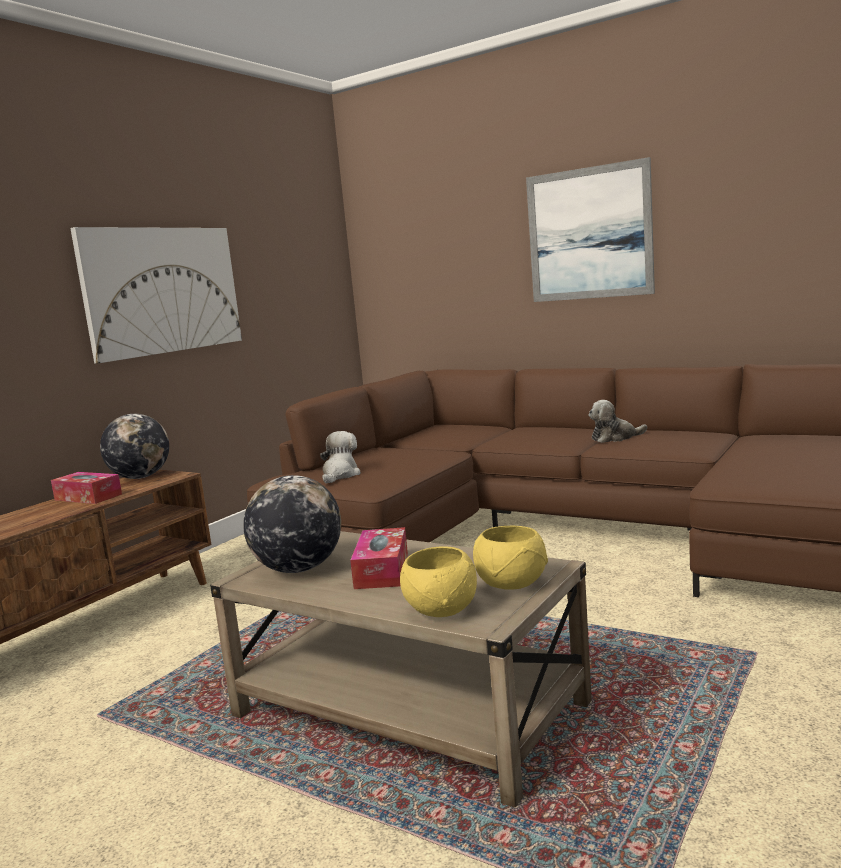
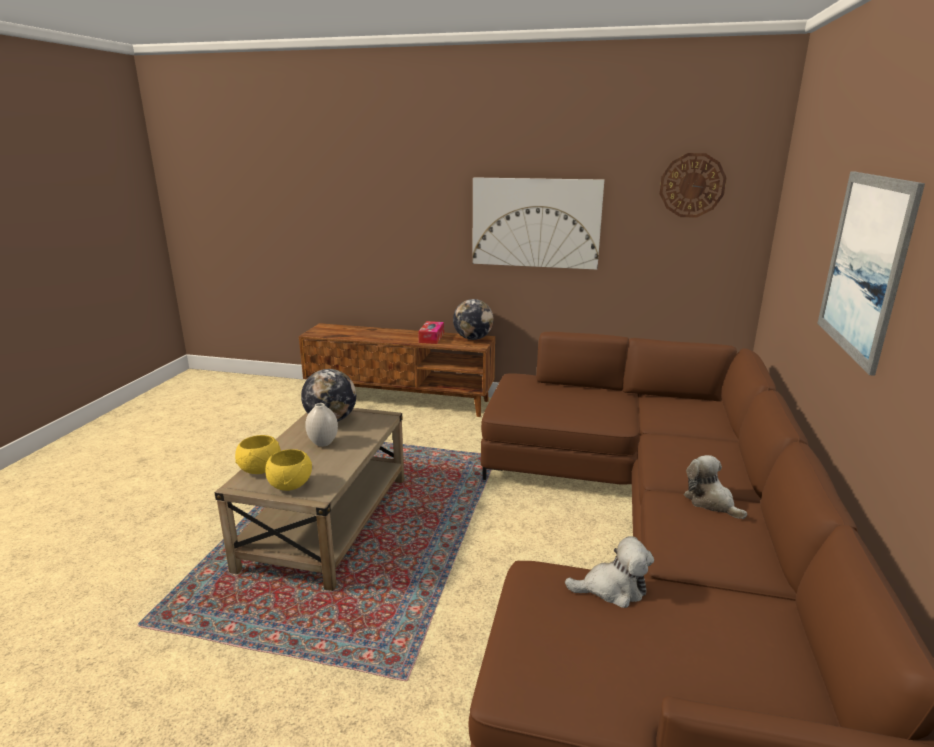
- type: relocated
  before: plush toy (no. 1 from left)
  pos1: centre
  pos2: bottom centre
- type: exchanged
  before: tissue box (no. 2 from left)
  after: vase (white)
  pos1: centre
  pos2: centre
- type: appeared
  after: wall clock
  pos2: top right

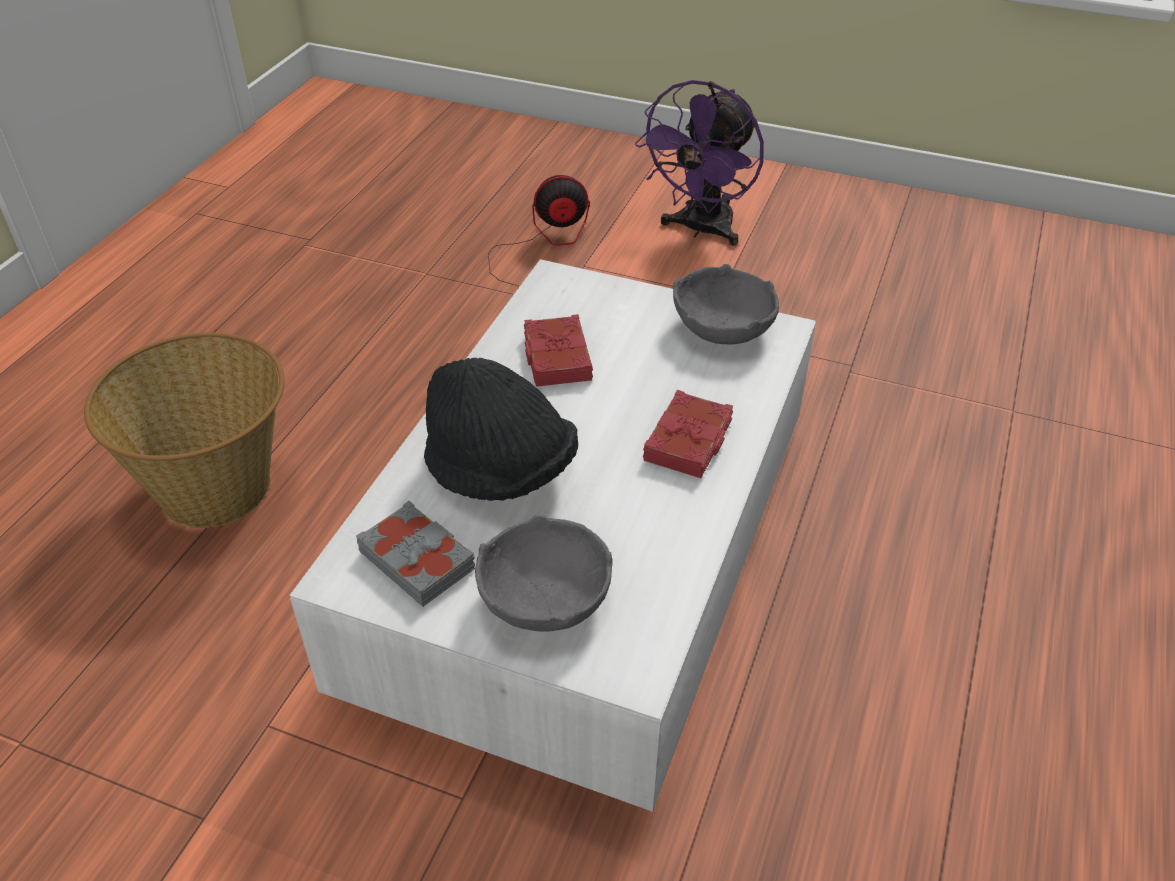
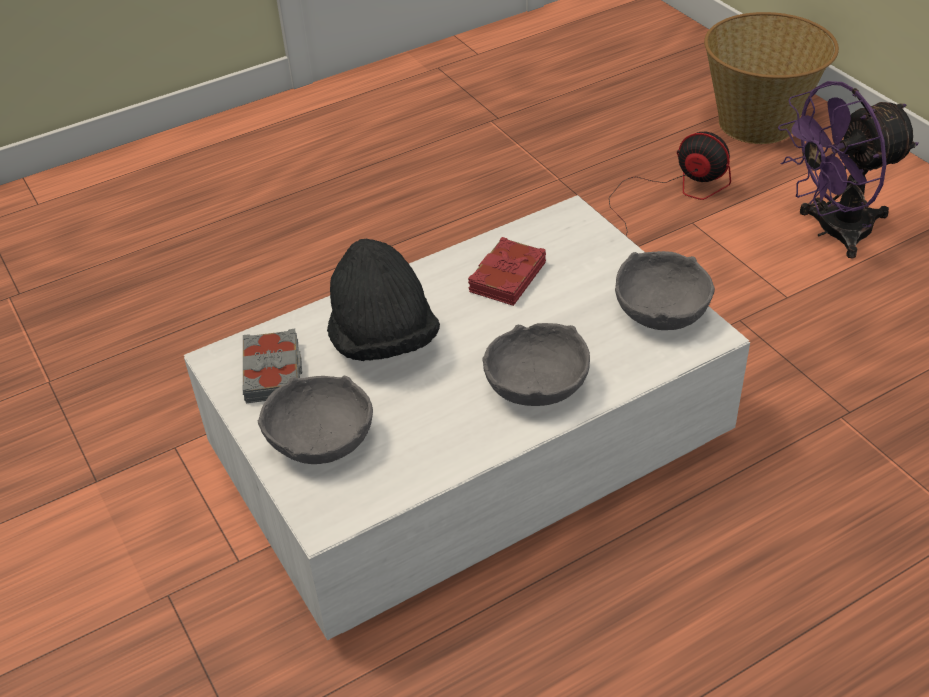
- type: relocated
  before: basket
  pos1: middle left
  pos2: top right
- type: exchanged
  before: book (red) (no. 2 from left)
  after: bowl (grey) (no. 2 from left)
  pos1: centre
  pos2: centre

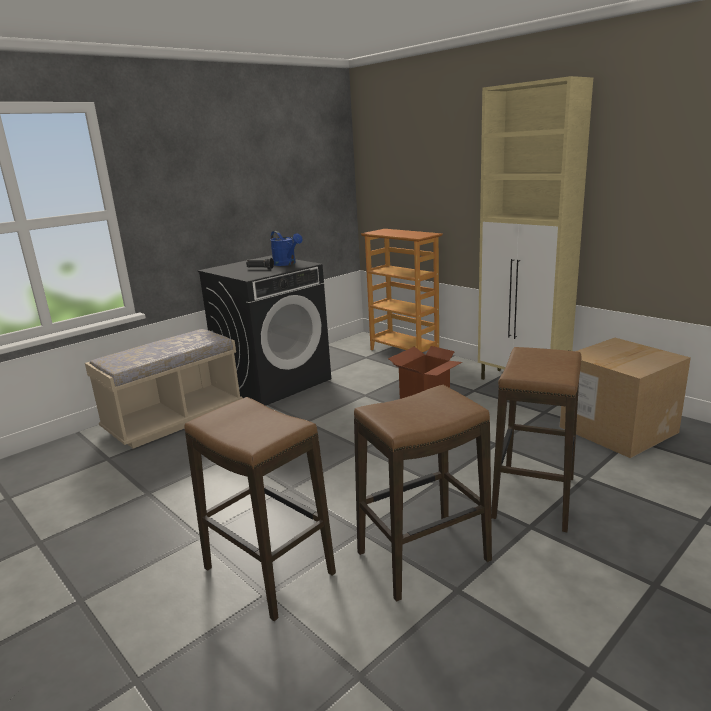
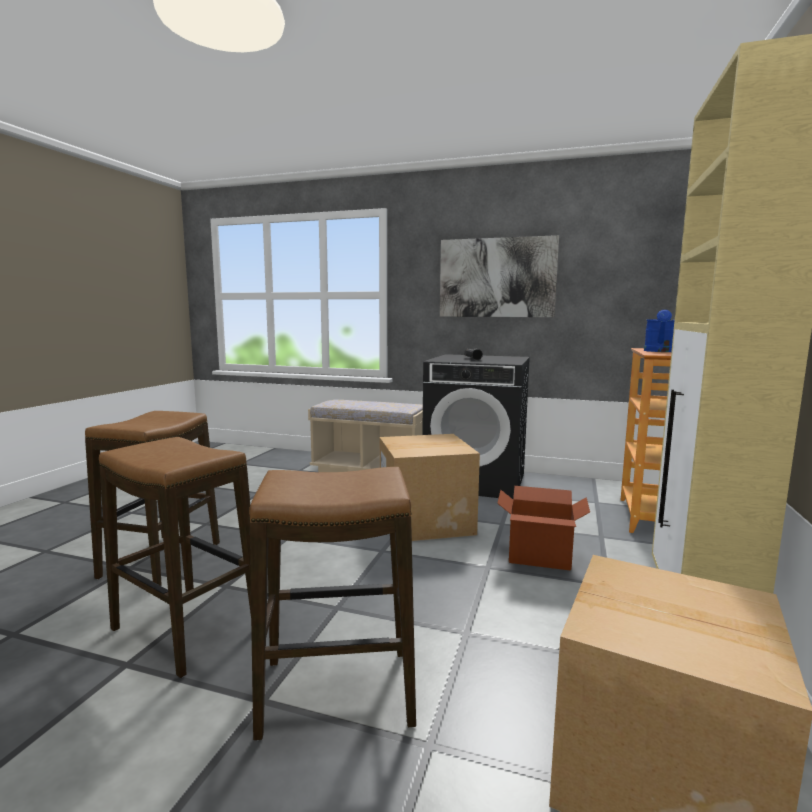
- type: relocated
  before: watering can (blue)
  pos1: centre
  pos2: middle right
- type: appeared
  after: picture
  pos2: centre
- type: appeared
  after: cardboard box (no. 1 from left)
  pos2: centre

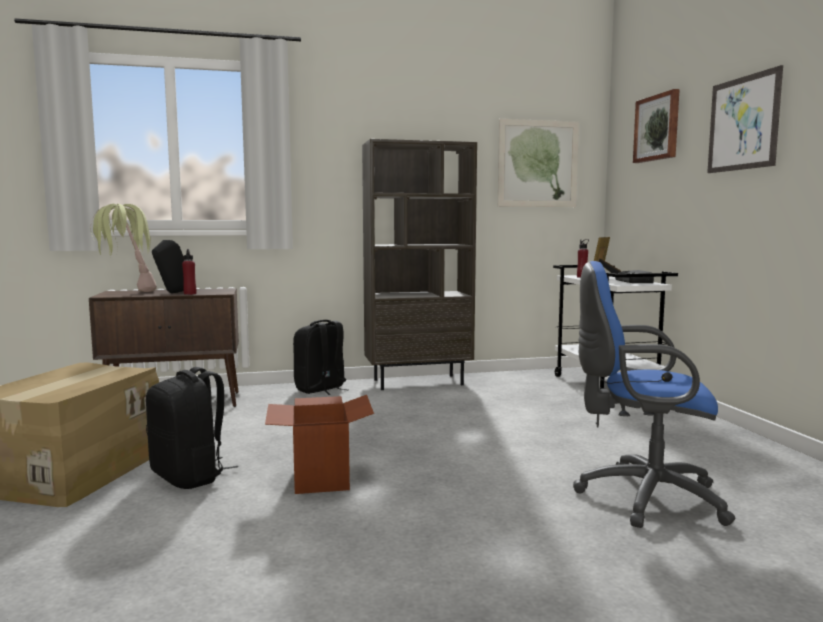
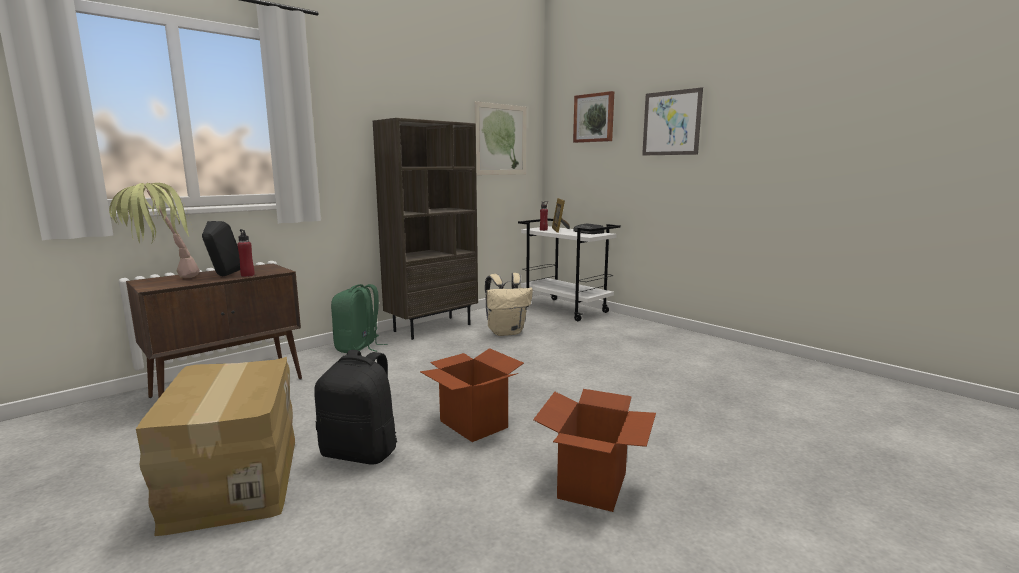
- type: missing
  before: office chair (blue)
  pos1: middle right
- type: colour
  before: backpack (black) (no. 2 from left)
  after: backpack (green)
  pos1: centre
  pos2: centre
- type: appeared
  after: backpack (beige)
  pos2: centre
- type: appeared
  after: cardboard box (no. 3 from left)
  pos2: bottom centre

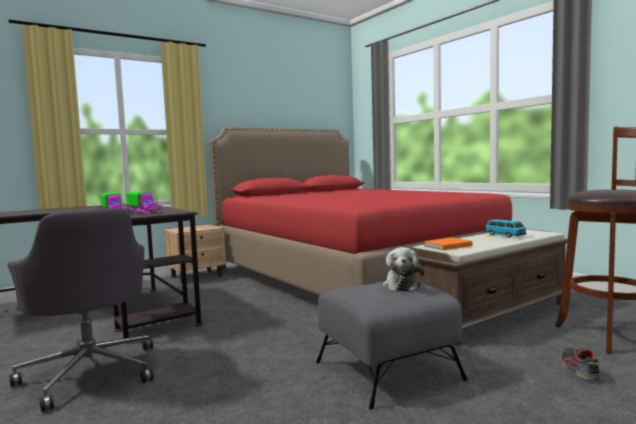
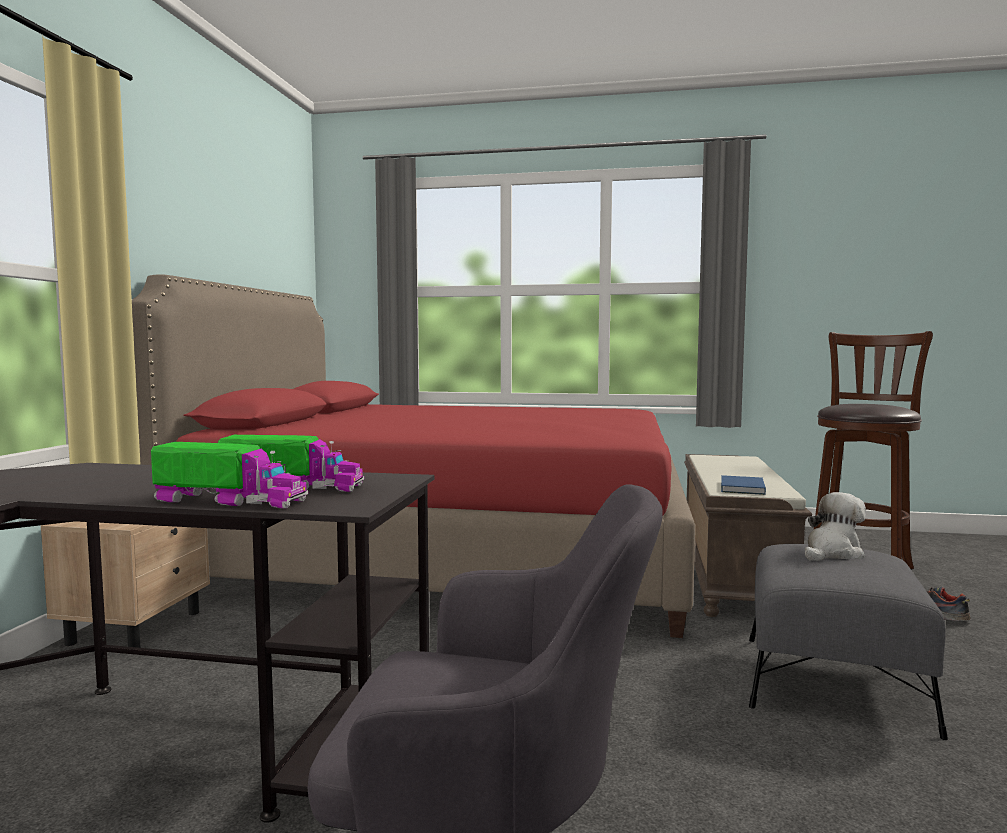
- type: missing
  before: toy car
  pos1: middle right
- type: colour
  before: book (orange)
  after: book (blue)
  pos1: middle right
  pos2: middle right
- type: spun
  before: plush toy
  pos1: centre
  pos2: middle right
  turn: -90

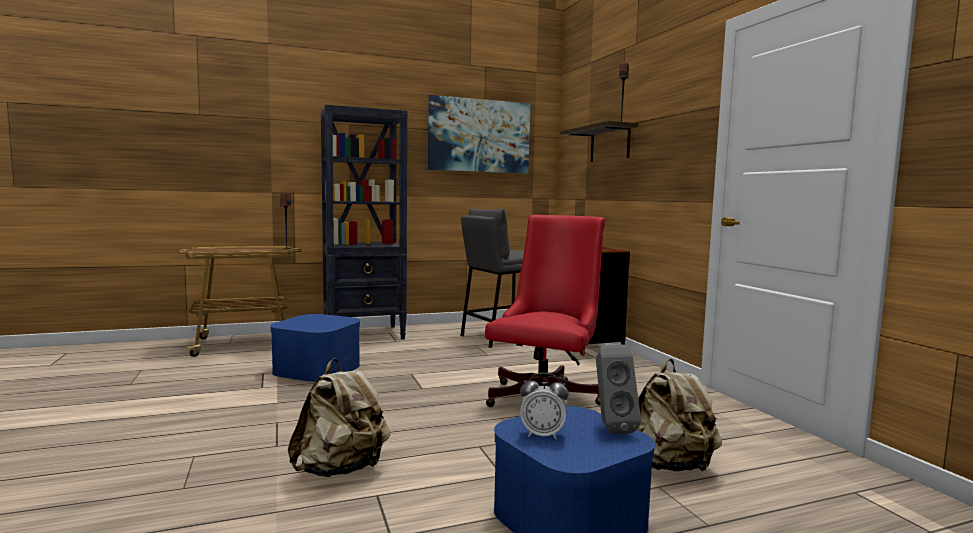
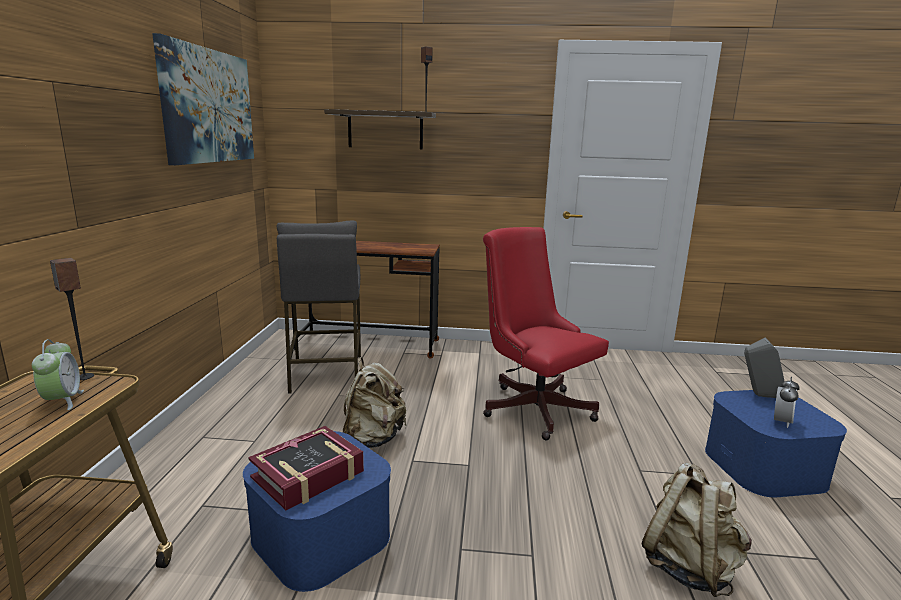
- type: missing
  before: bookcase (black)
  pos1: centre
- type: relocated
  before: backpack (beige) (no. 2 from left in the first image)
  after: backpack (beige) (no. 1 from left)
  pos1: bottom right
  pos2: bottom centre
- type: appeared
  after: alarm clock (no. 1 from left)
  pos2: middle left
- type: appeared
  after: book
  pos2: bottom centre

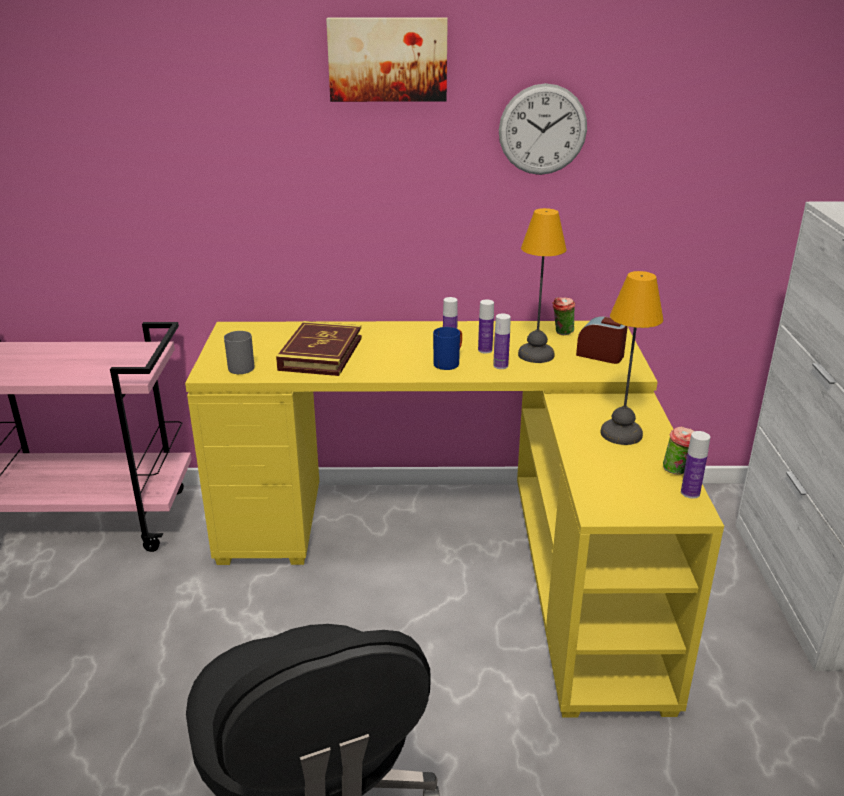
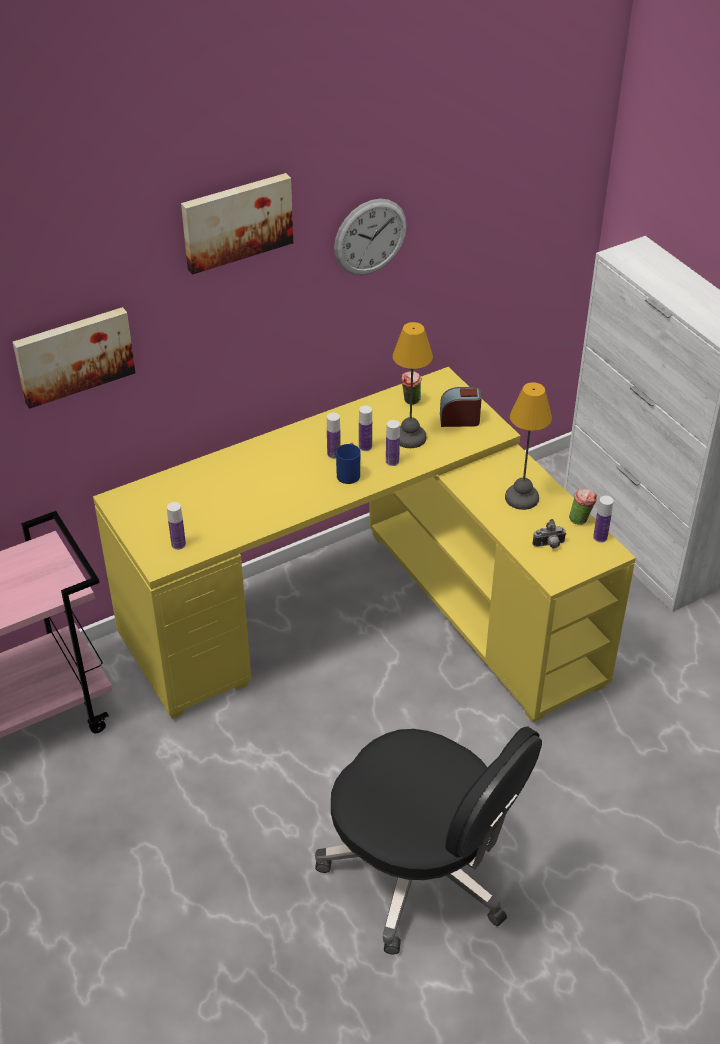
- type: missing
  before: book
  pos1: centre
- type: exchanged
  before: mug (grey)
  after: bottle (no. 1 from left)
  pos1: middle left
  pos2: middle left
- type: appeared
  after: picture (no. 1 from left)
  pos2: middle left
- type: appeared
  after: photo camera
  pos2: middle right

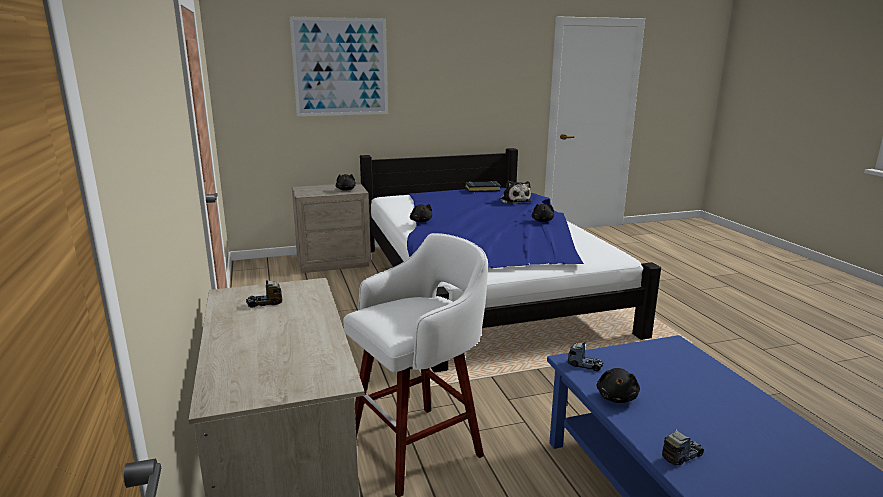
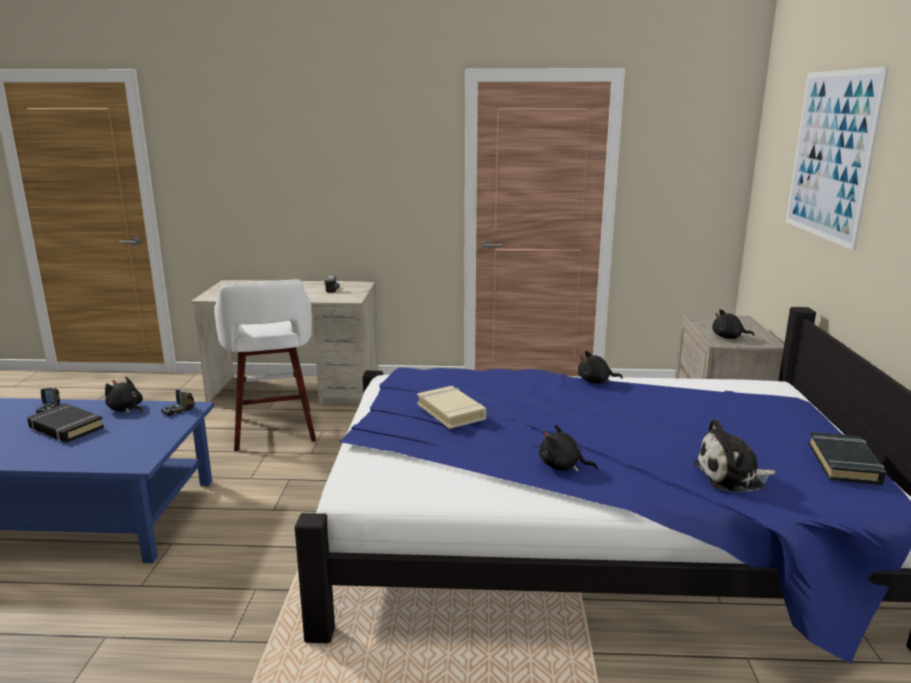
- type: appeared
  after: book (beige)
  pos2: centre
- type: appeared
  after: book (black) (no. 1 from left)
  pos2: middle left

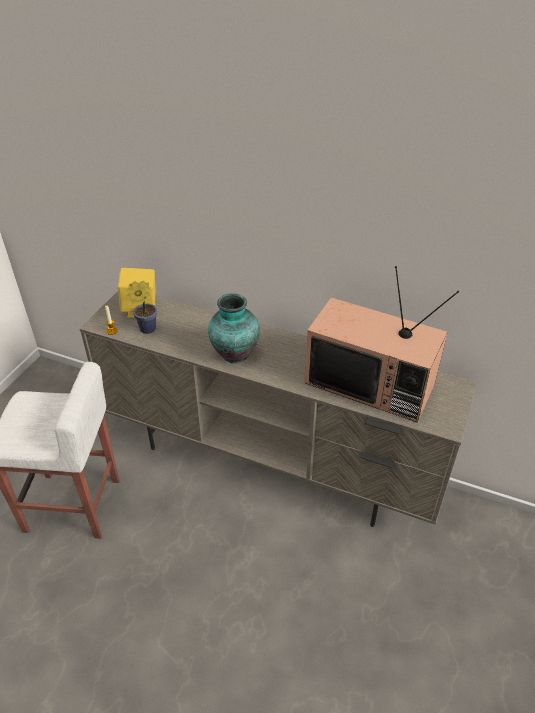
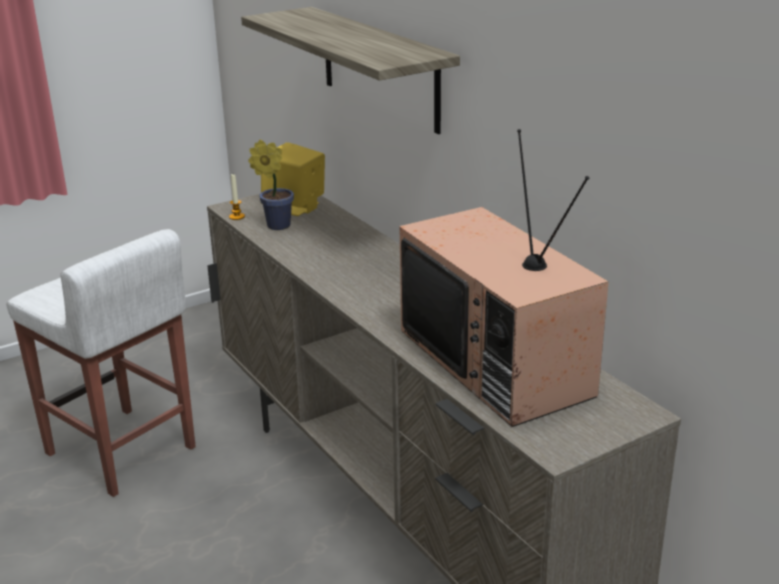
- type: missing
  before: vase
  pos1: centre
- type: appeared
  after: shelf
  pos2: top centre

